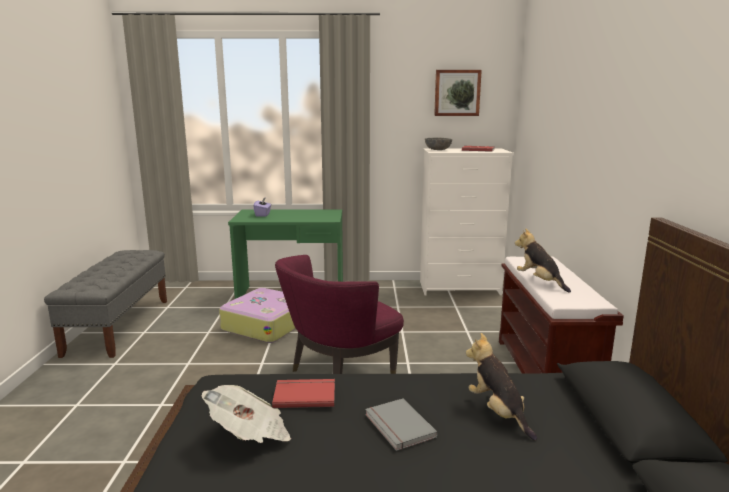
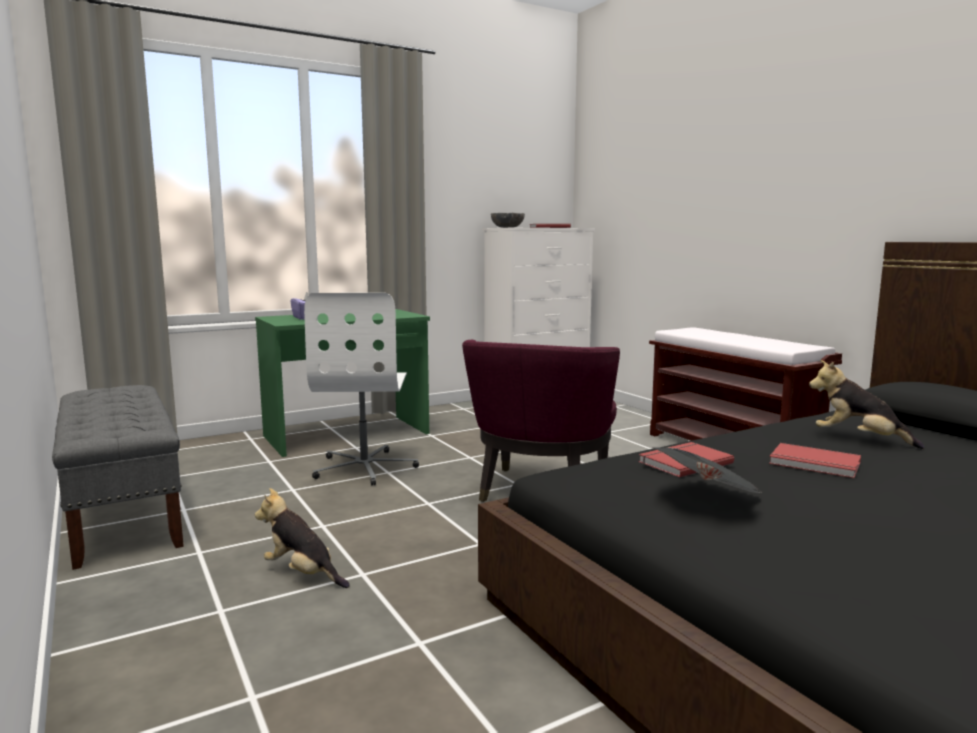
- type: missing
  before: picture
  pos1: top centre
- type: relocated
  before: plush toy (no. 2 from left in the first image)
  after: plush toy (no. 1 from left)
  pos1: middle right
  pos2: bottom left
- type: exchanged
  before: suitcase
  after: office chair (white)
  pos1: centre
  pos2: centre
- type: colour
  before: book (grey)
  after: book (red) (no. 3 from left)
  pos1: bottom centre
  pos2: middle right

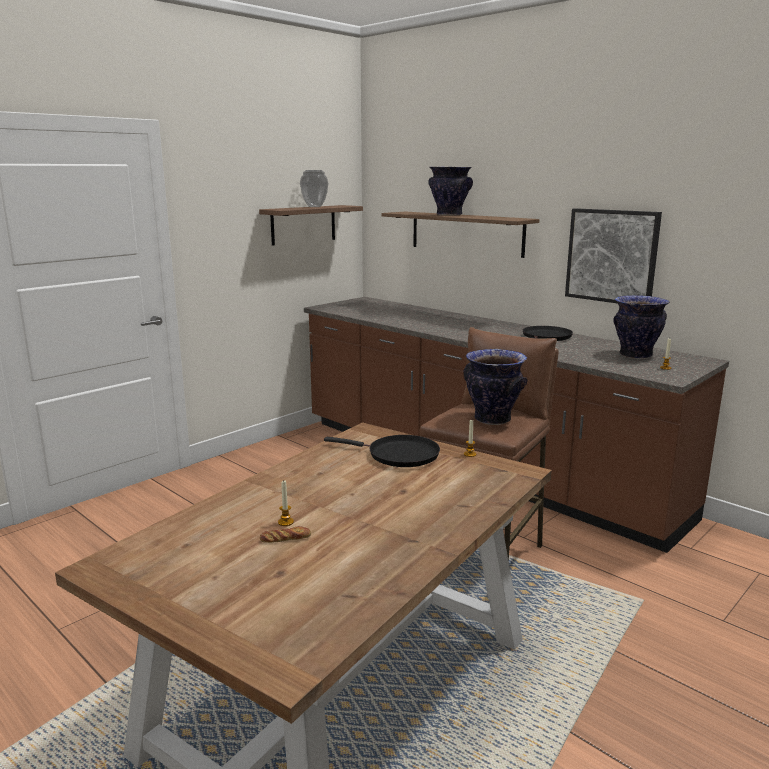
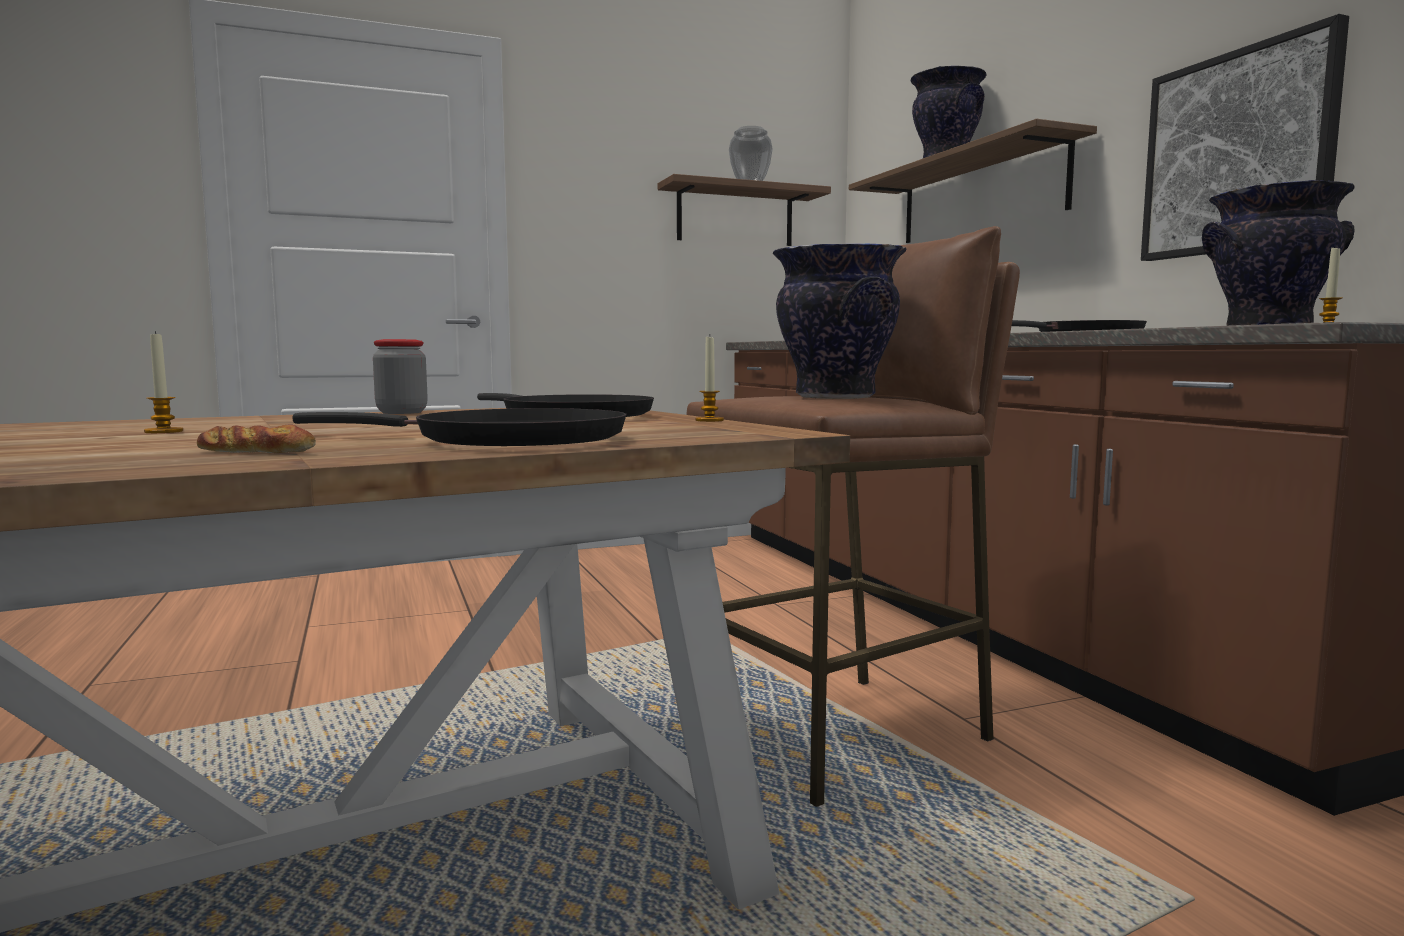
- type: relocated
  before: bread
  pos1: bottom centre
  pos2: middle left
- type: appeared
  after: jar
  pos2: middle left
- type: appeared
  after: frying pan (black) (no. 1 from left)
  pos2: middle left

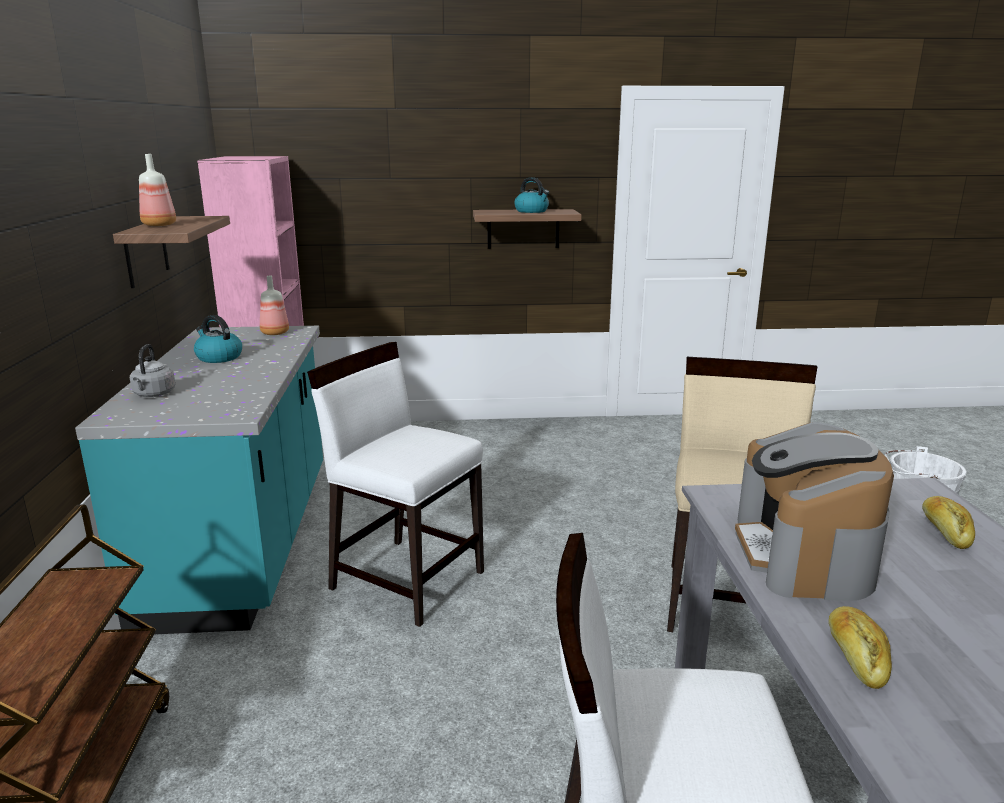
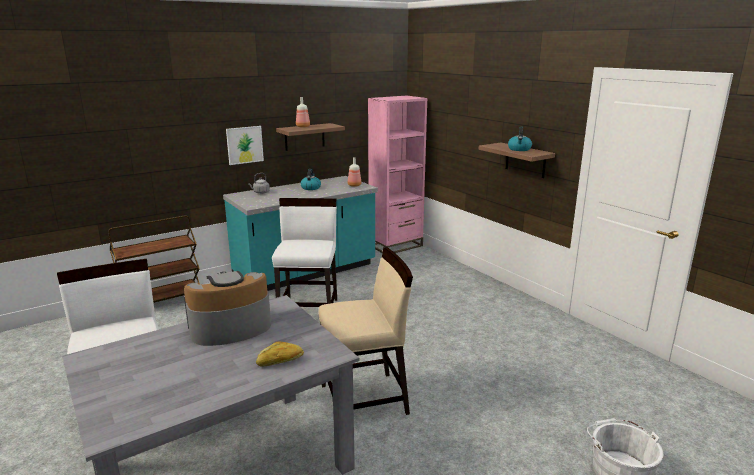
- type: missing
  before: bread (no. 1 from left)
  pos1: bottom right
- type: appeared
  after: picture
  pos2: top left

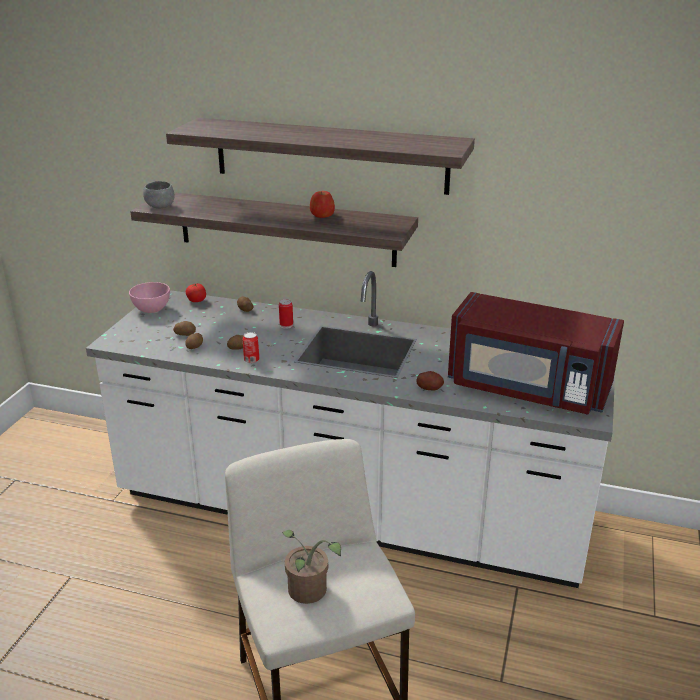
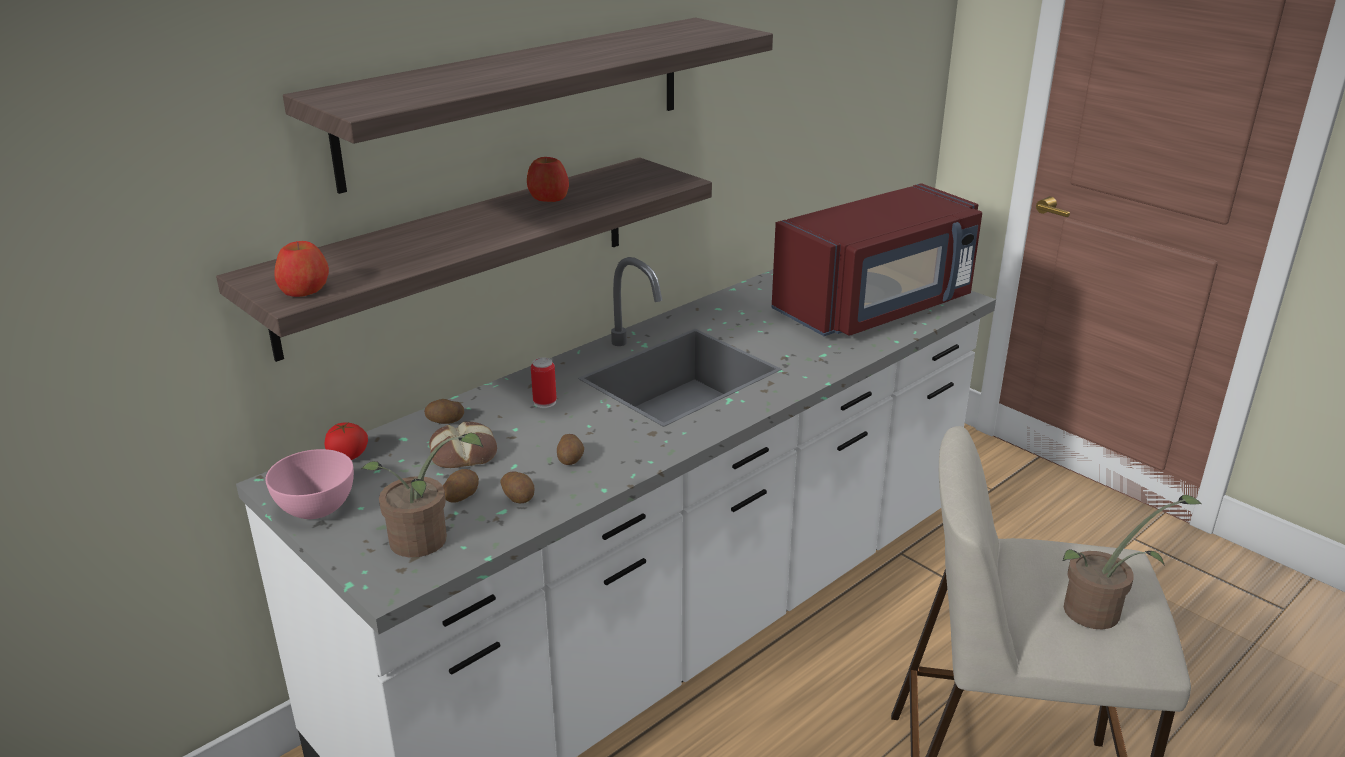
- type: exchanged
  before: bowl (grey)
  after: apple (no. 1 from left)
  pos1: top left
  pos2: middle left
- type: missing
  before: can (no. 1 from left)
  pos1: centre
- type: missing
  before: potato (no. 5 from left)
  pos1: centre
- type: appeared
  after: bread
  pos2: centre
- type: appeared
  after: potted plant (no. 1 from left)
  pos2: middle left

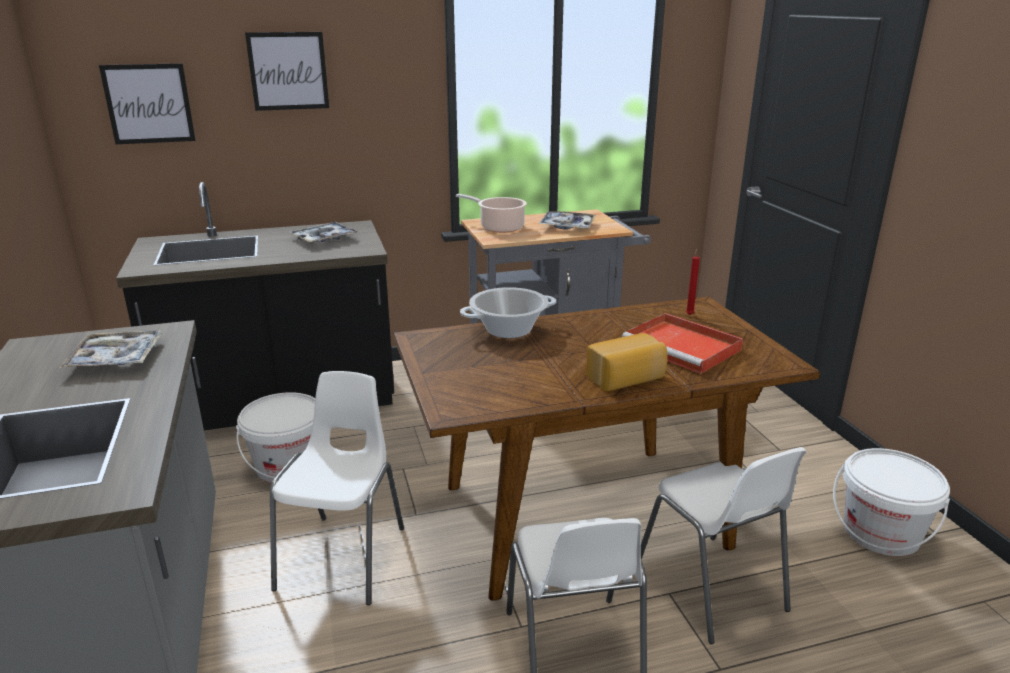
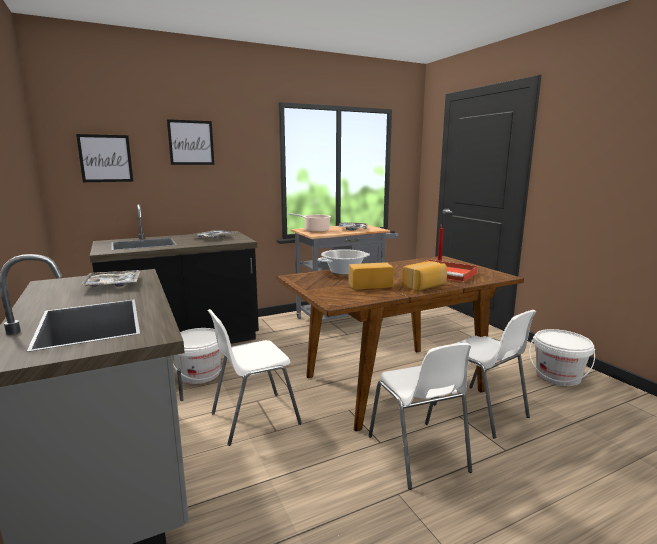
- type: spun
  before: chair (white) (no. 1 from left)
  pos1: bottom centre
  pos2: bottom centre
  turn: -120
- type: appeared
  after: bread (no. 1 from left)
  pos2: centre

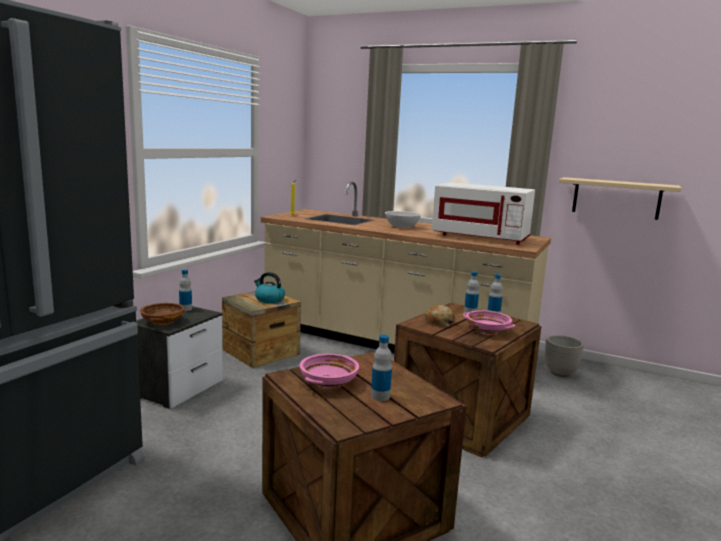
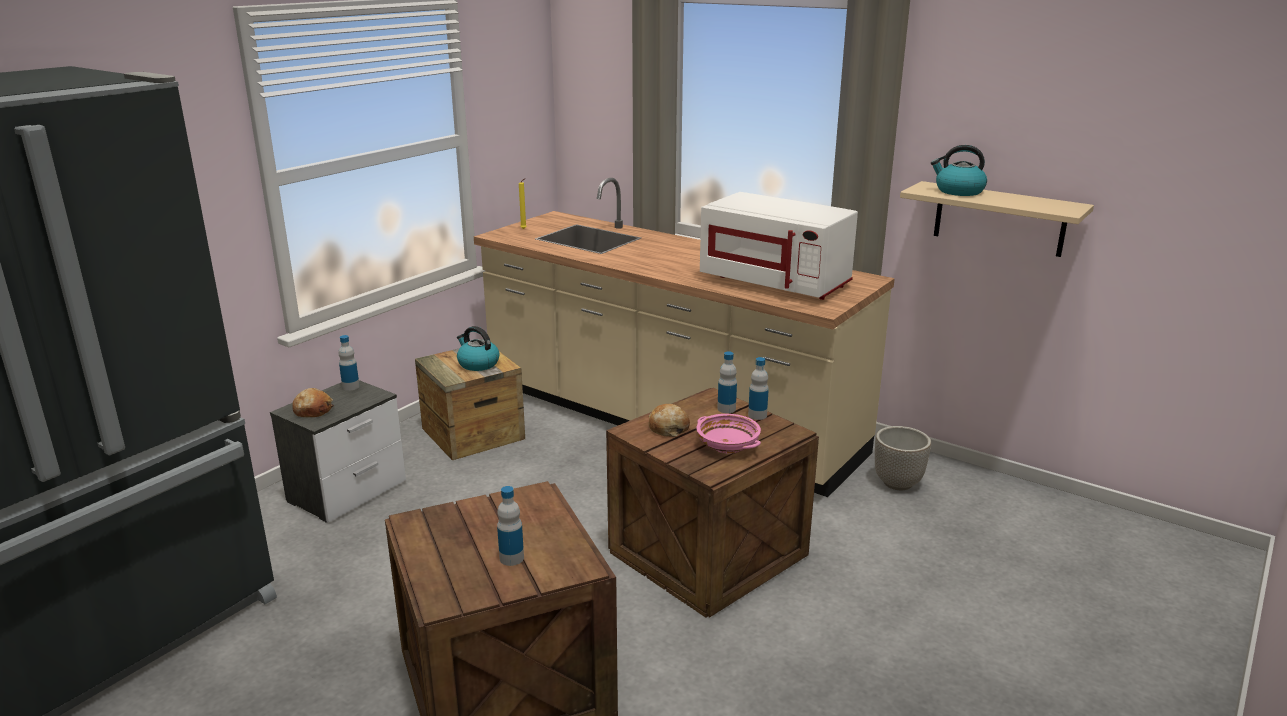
- type: missing
  before: bowl (white)
  pos1: centre
- type: exchanged
  before: bowl (brown)
  after: bread (no. 1 from left)
  pos1: middle left
  pos2: middle left
- type: missing
  before: bowl (pink) (no. 1 from left)
  pos1: bottom centre
- type: appeared
  after: kettle (no. 2 from left)
  pos2: top right

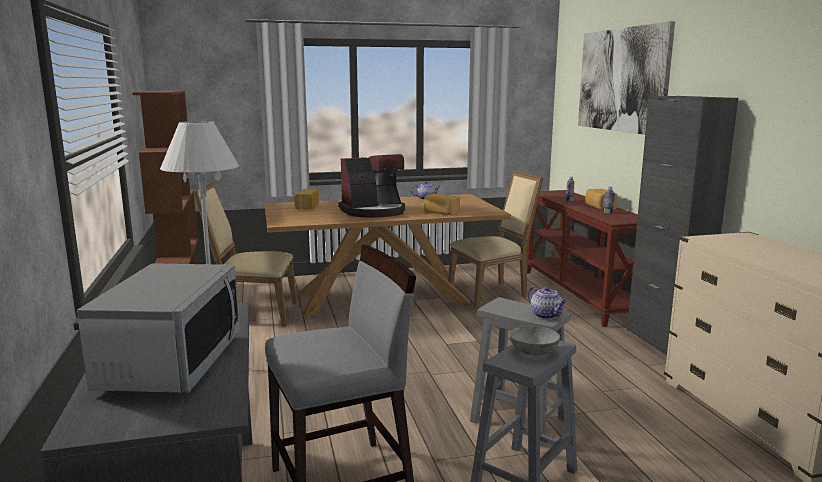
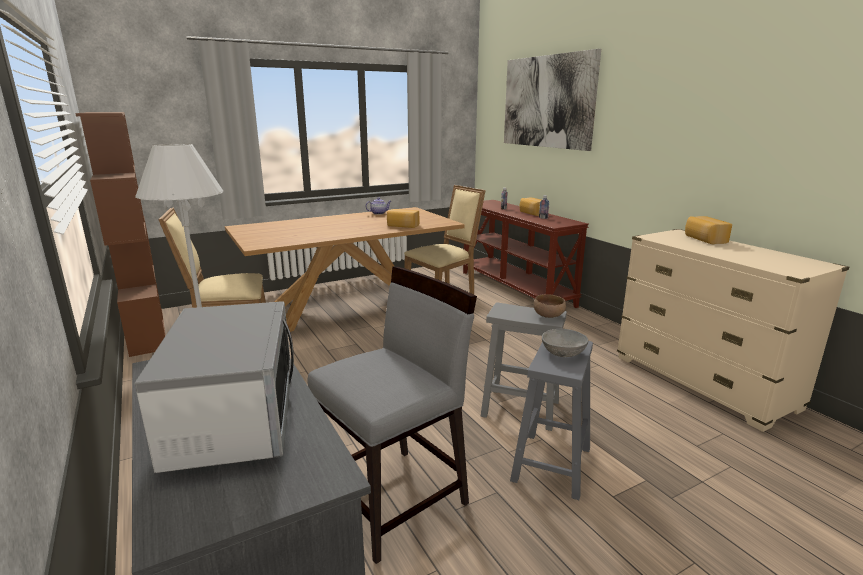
- type: missing
  before: cabinet (black)
  pos1: middle right
- type: missing
  before: coffee machine
  pos1: centre
- type: relocated
  before: bread (no. 1 from left in the first image)
  after: bread (no. 3 from left)
  pos1: centre
  pos2: middle right
- type: exchanged
  before: teapot (no. 2 from left)
  after: bowl (brown)
  pos1: centre
  pos2: centre

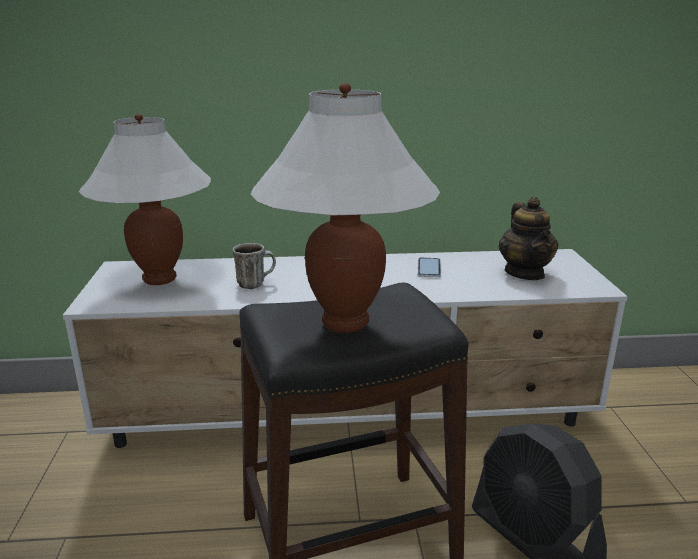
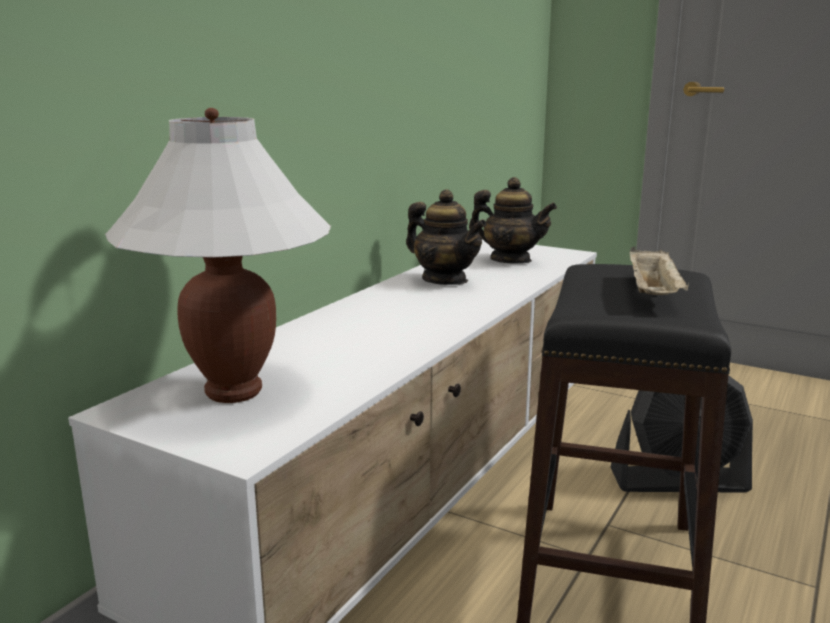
- type: exchanged
  before: table lamp (white) (no. 2 from left)
  after: tray (beige)
  pos1: centre
  pos2: middle right
- type: missing
  before: mug
  pos1: centre
- type: exchanged
  before: phone
  after: teapot (no. 1 from left)
  pos1: centre
  pos2: centre

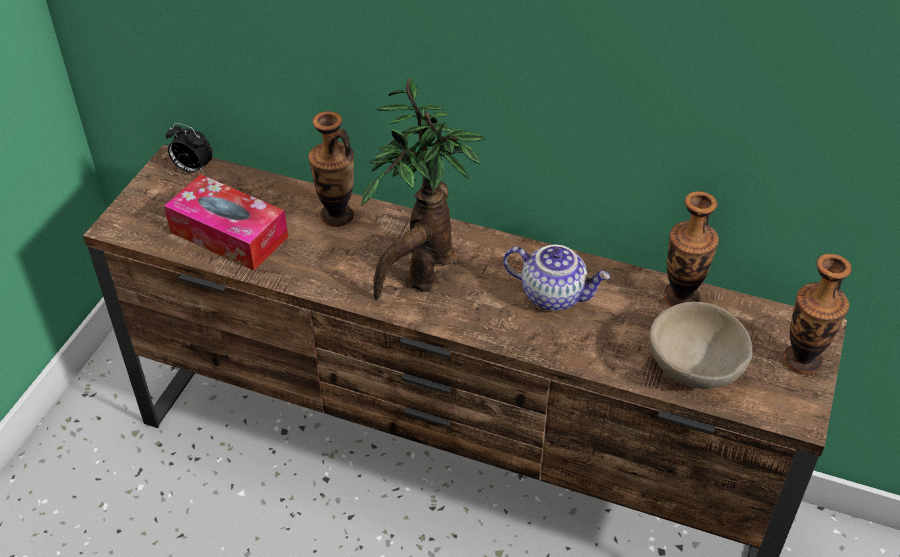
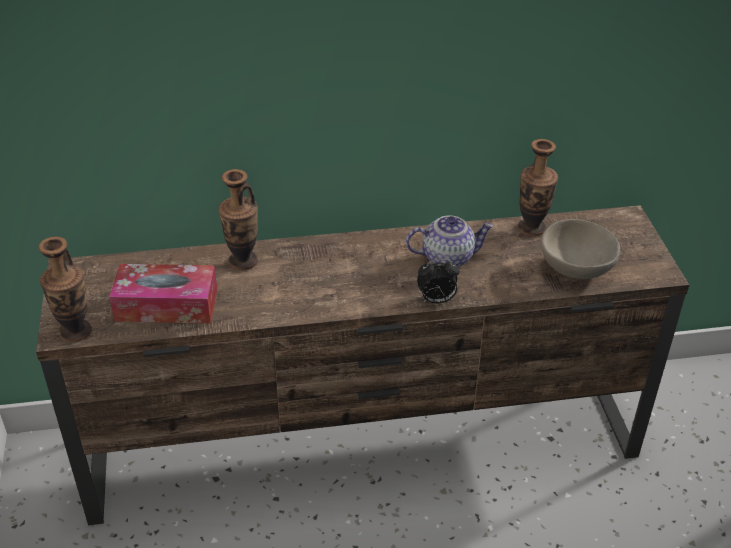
- type: missing
  before: potted plant
  pos1: centre
- type: relocated
  before: alarm clock
  pos1: top left
  pos2: centre
- type: relocated
  before: vase (no. 3 from left in the first image)
  after: vase (no. 1 from left)
  pos1: middle right
  pos2: middle left

